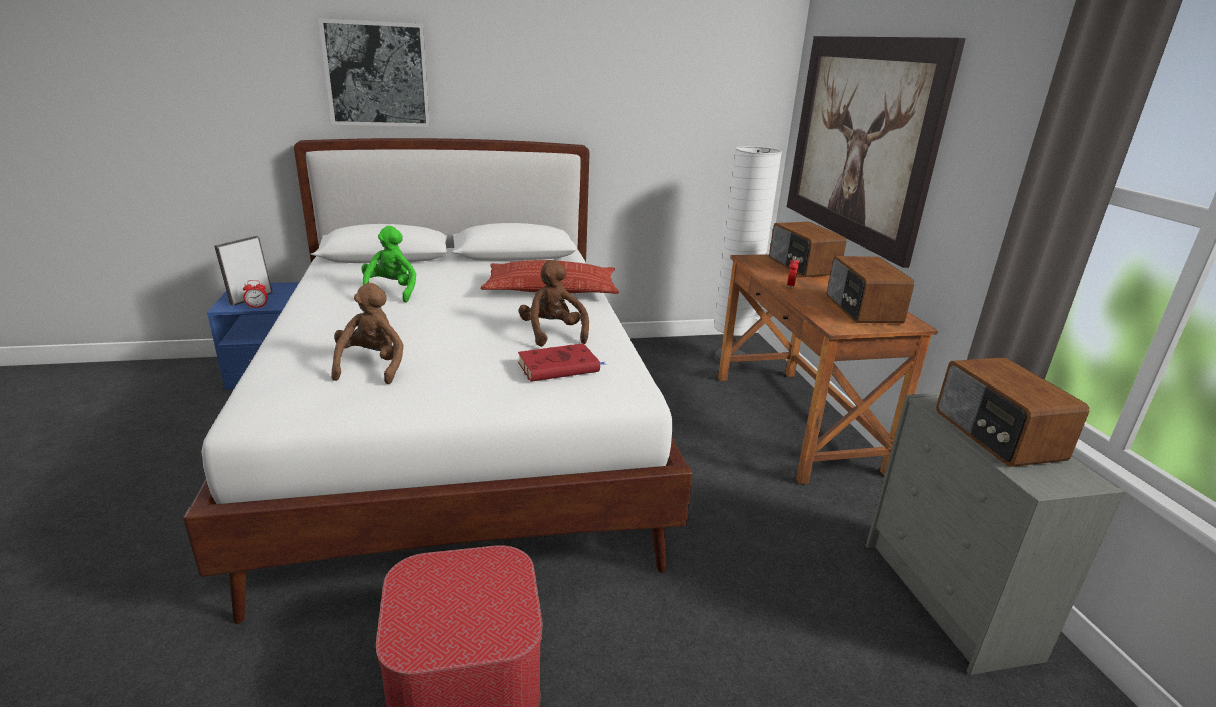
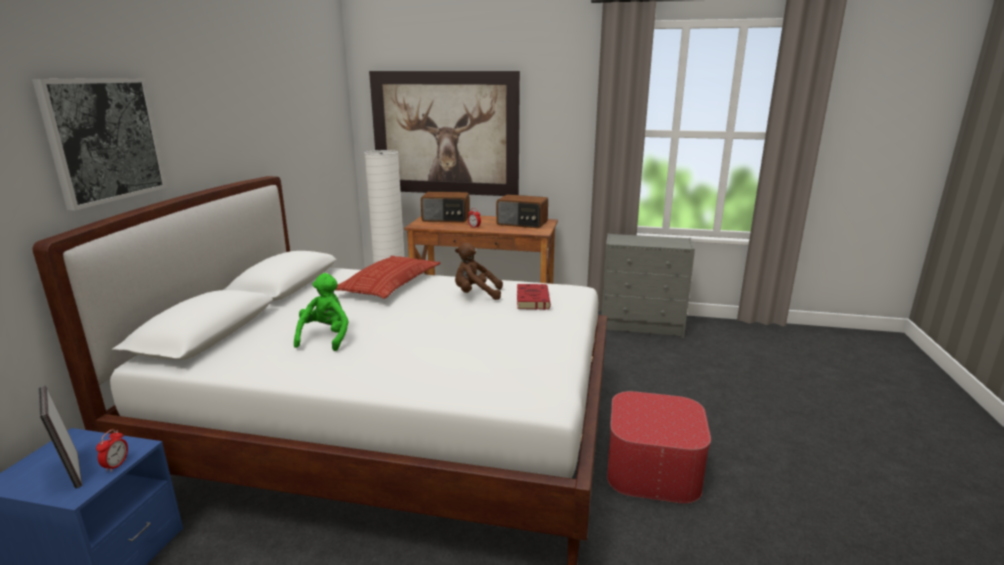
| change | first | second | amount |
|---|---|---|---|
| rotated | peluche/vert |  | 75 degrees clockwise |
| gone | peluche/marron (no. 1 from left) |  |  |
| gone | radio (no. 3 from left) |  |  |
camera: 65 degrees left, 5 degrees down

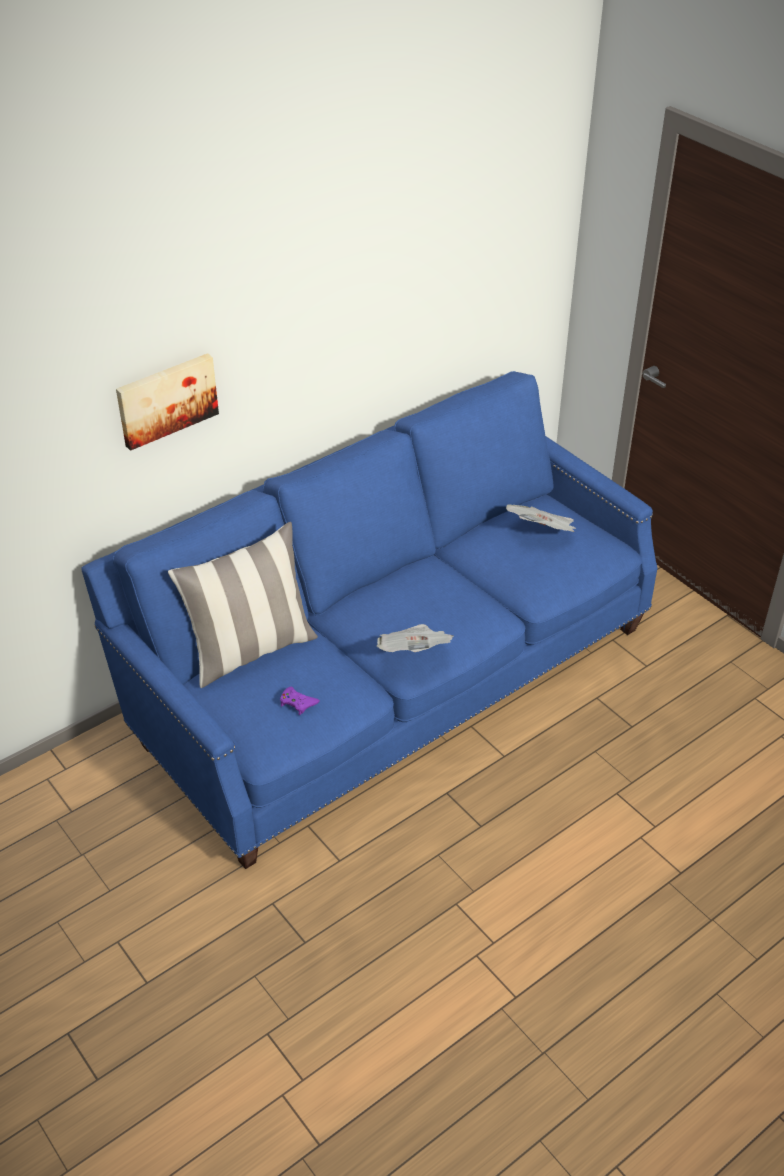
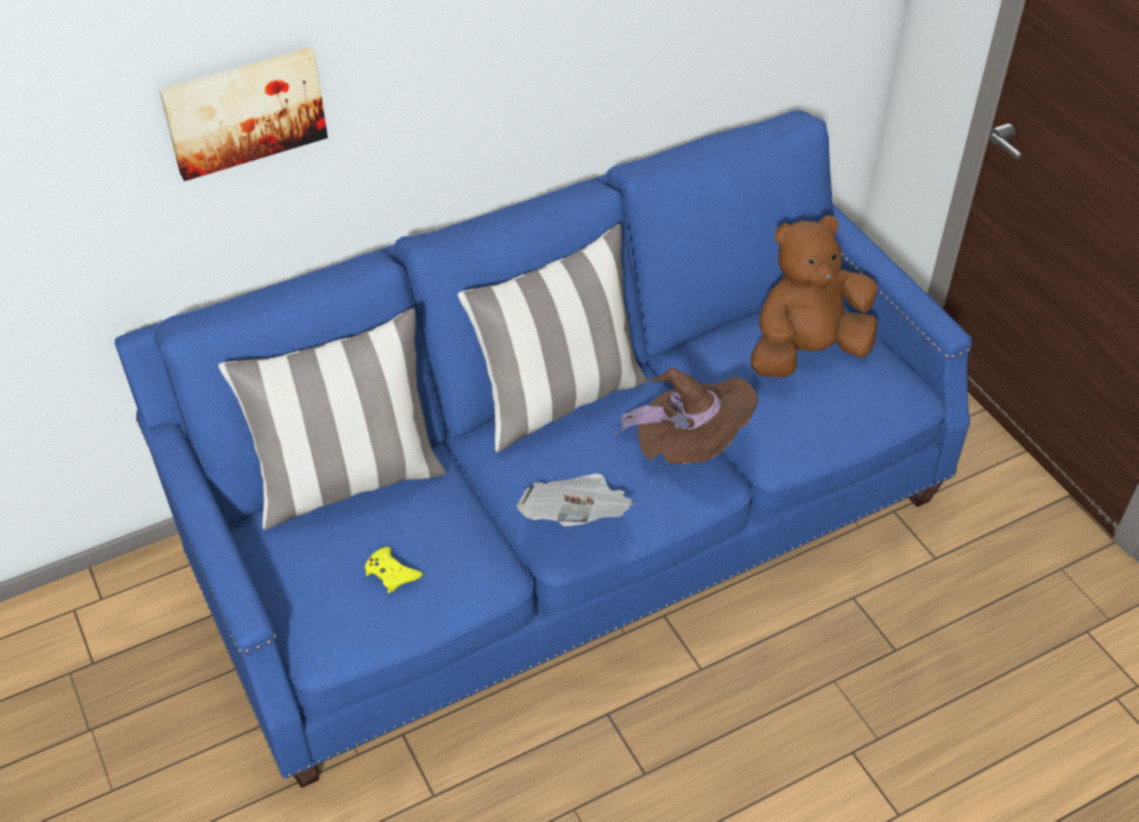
| change | first | second | amount |
|---|---|---|---|
| repainted | manette/violet | manette/jaune |  |
| new |  | coussin (no. 2 from left) |  |
| new |  | chapeau/marron |  |
| swapped | journal (no. 2 from left) | peluche/marron |  |
camera: 10 degrees right, 5 degrees up

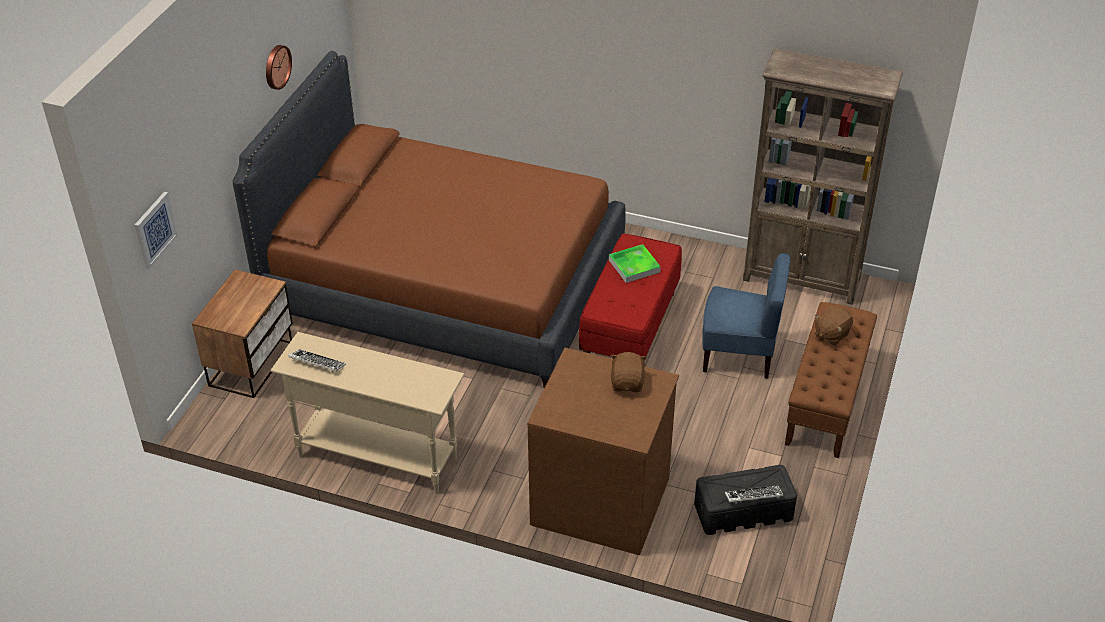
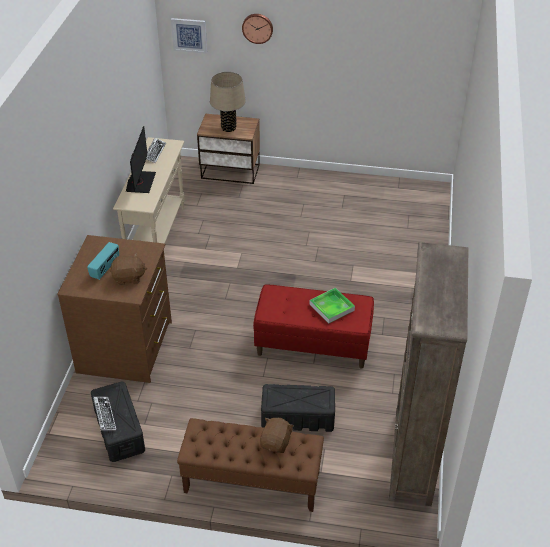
| change | first | second | amount |
|---|---|---|---|
| new |  | radio |  |
| new |  | écran d'ordinateur |  |
| new |  | lampe de table/beige |  |
| shifted | horloge murale |  |  |
| rotated | peluche/marron (no. 2 from left) |  | 75 degrees clockwise |
| swapped | chaise/bleu | boîte de rangement/noir (no. 2 from left) |  |
| gone | lit/marron |  |  |
camera: 80 degrees right, 0 degrees up

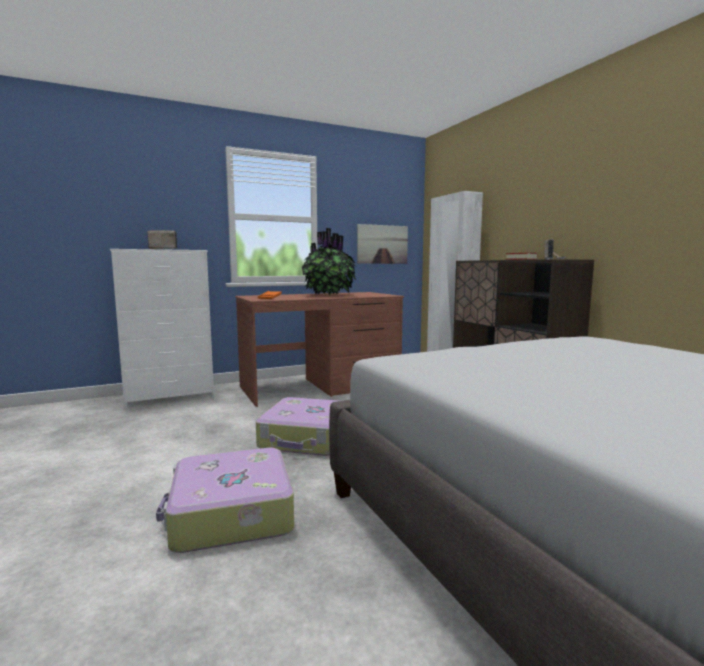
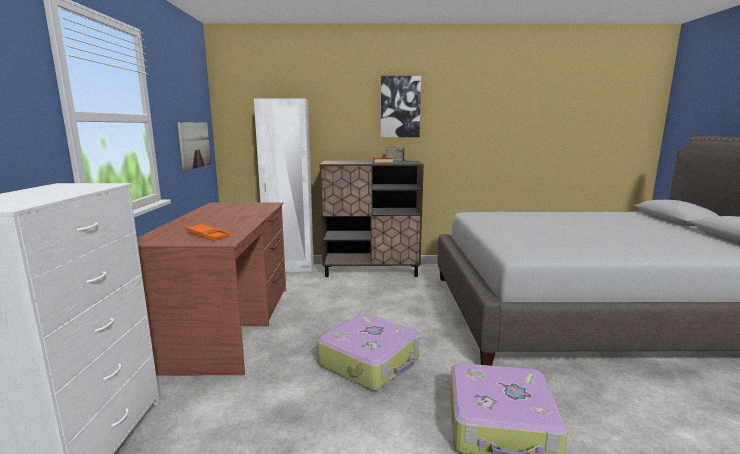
| change | first | second | amount |
|---|---|---|---|
| new |  | tableau (no. 2 from left) |  |
| gone | radio (no. 1 from left) |  |  |
| gone | plante en pot |  |  |
camera: 65 degrees left, 5 degrees up

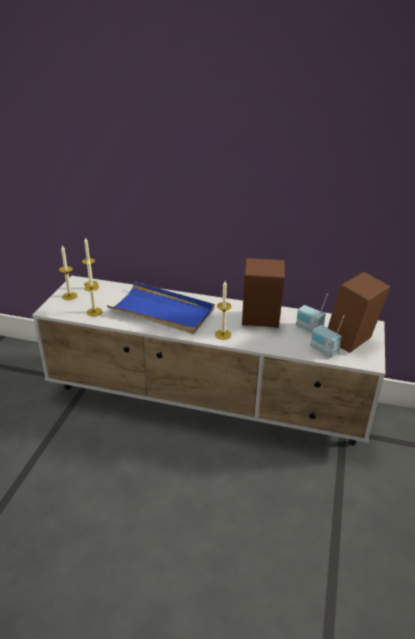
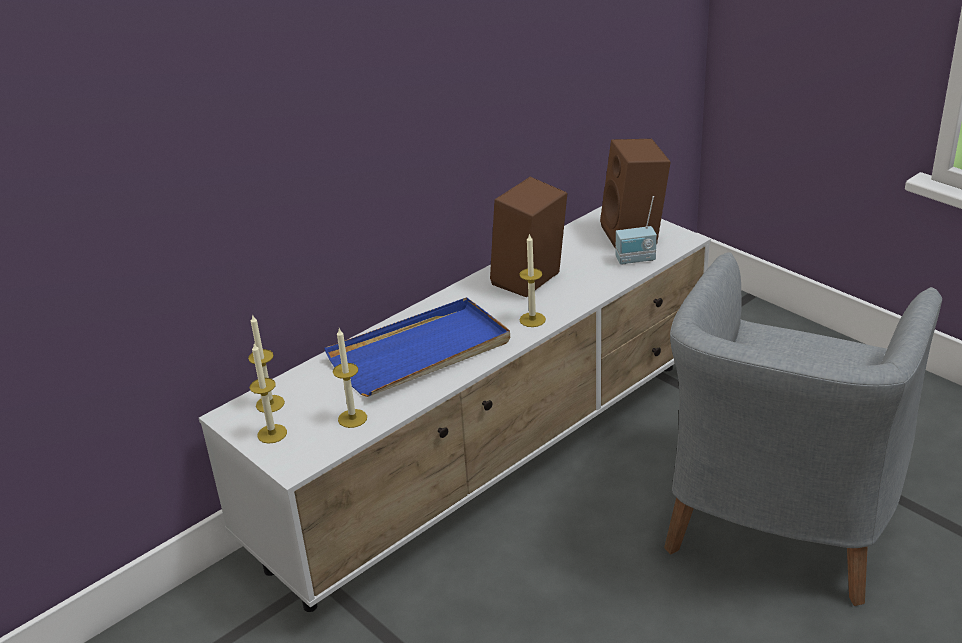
| change | first | second | amount |
|---|---|---|---|
| new |  | fauteuil/gris |  |
| gone | radio (no. 1 from left) |  |  |
camera: 55 degrees left, 0 degrees up

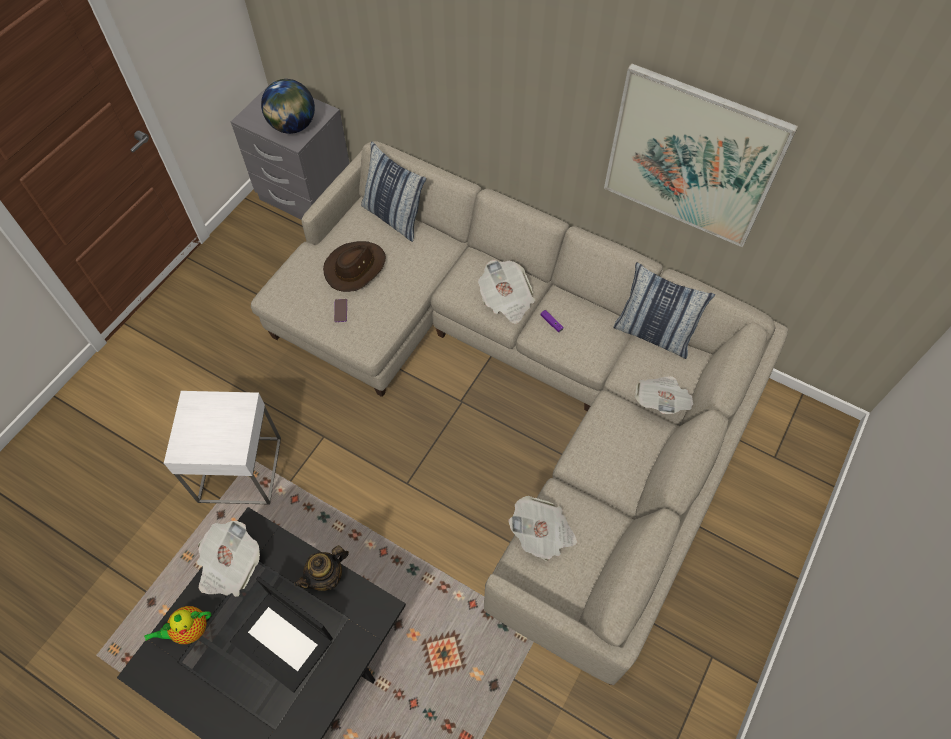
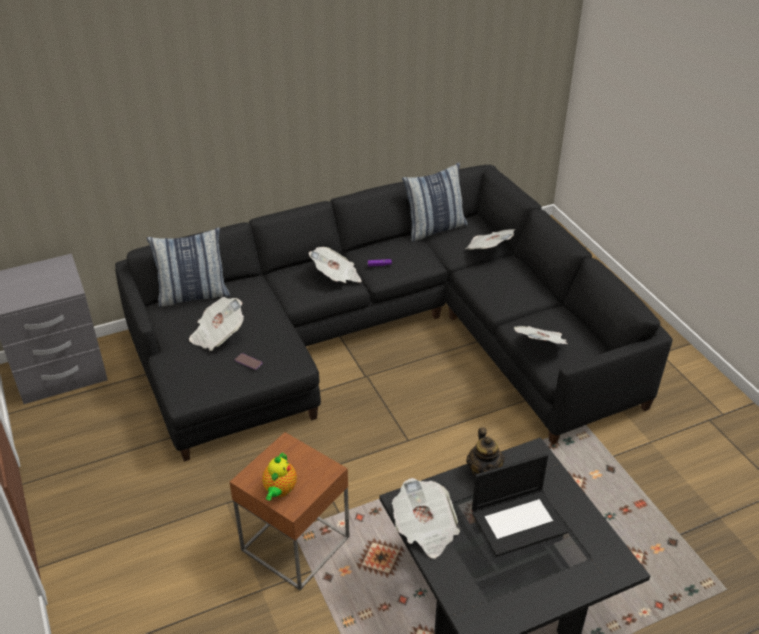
| change | first | second | amount |
|---|---|---|---|
| repainted | canapé/beige | canapé/noir |  |
| swapped | chapeau/marron | journal (no. 1 from left) |  |
| repainted | table d'appoint/blanc | table d'appoint/marron |  |
| shifted | théière (no. 1 from left) |  |  |
| gone | globe |  |  |
| gone | tableau |  |  |
camera: 55 degrees left, 20 degrees down

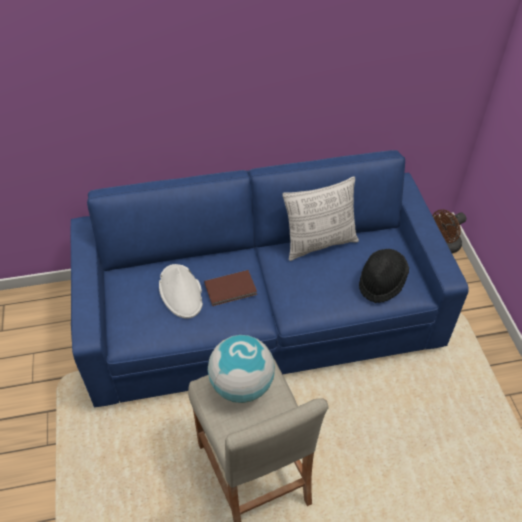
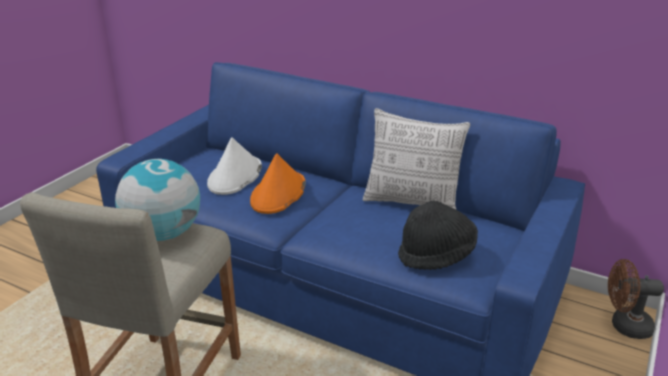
| change | first | second | amount |
|---|---|---|---|
| swapped | livre/marron | chapeau/orange |  |
camera: 40 degrees right, 20 degrees down

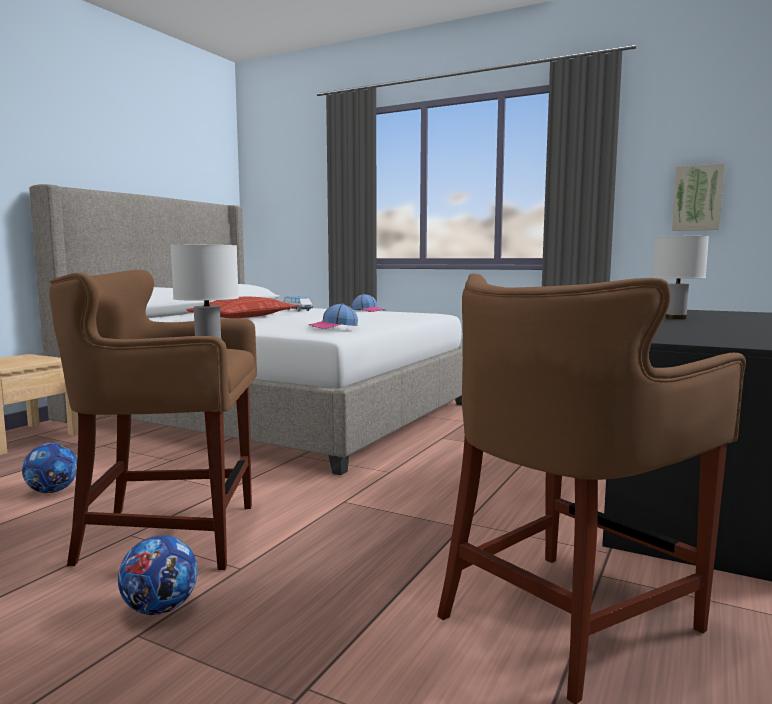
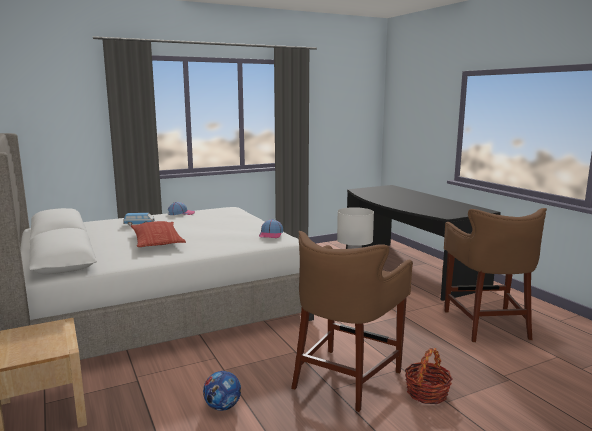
| change | first | second | amount |
|---|---|---|---|
| swapped | ballon de foot (no. 2 from left) | panier |  |
| gone | lampe de table/blanc (no. 2 from left) |  |  |
| gone | tableau |  |  |
camera: 55 degrees left, 5 degrees up

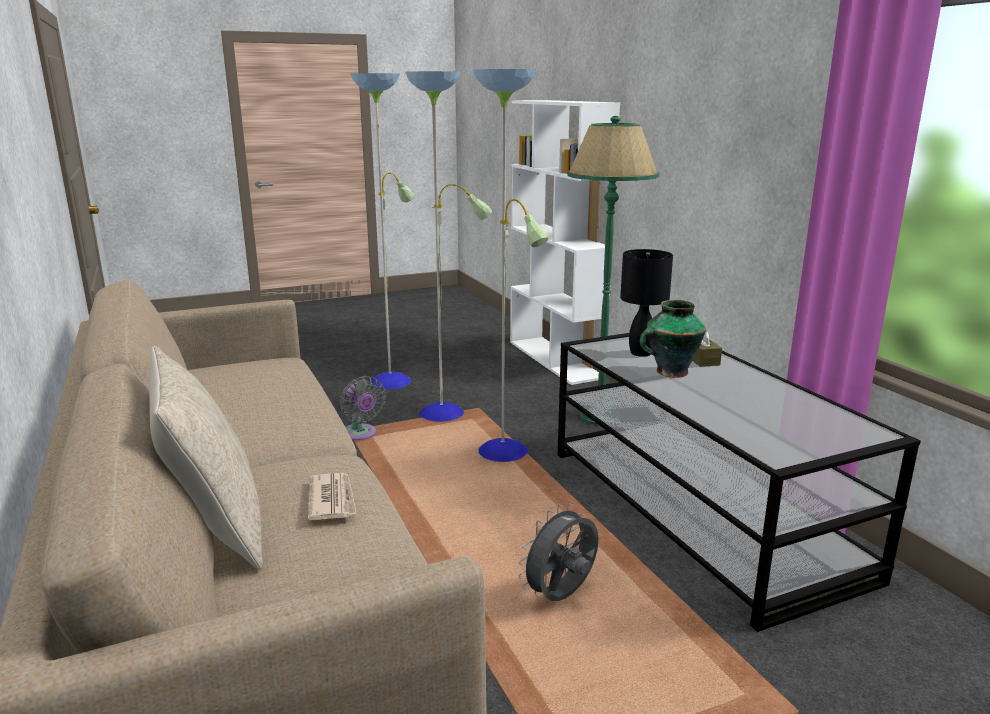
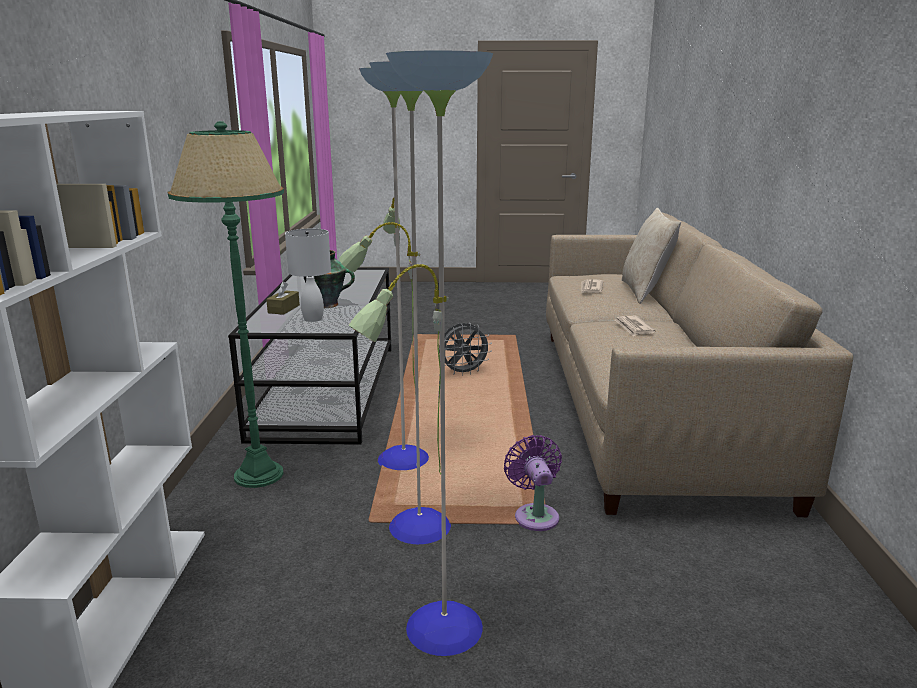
| change | first | second | amount |
|---|---|---|---|
| repainted | lampe de table/noir | lampe de table/blanc |  |
| repainted | ventilateur/gris (no. 1 from left) | ventilateur/violet |  |
| new |  | journal (no. 2 from left) |  |
camera: 155 degrees left, 0 degrees up

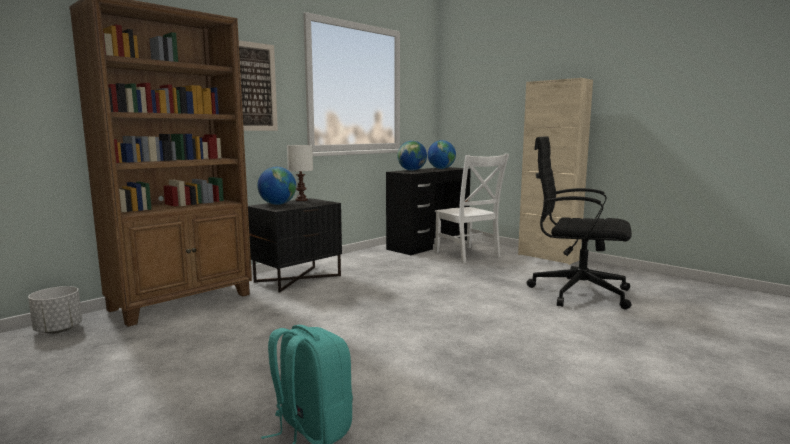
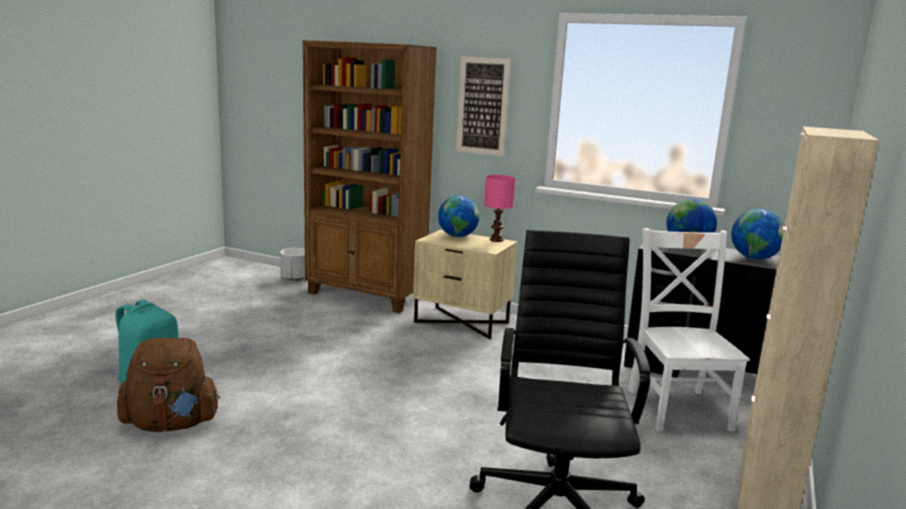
| change | first | second | amount |
|---|---|---|---|
| new |  | sac à dos/marron |  |
| repainted | table de chevet/noir | table de chevet/beige |  |
| repainted | lampe de table/blanc | lampe de table/rose |  |
| rotated | chaise/blanc |  | 135 degrees clockwise |
camera: 70 degrees right, 5 degrees up

